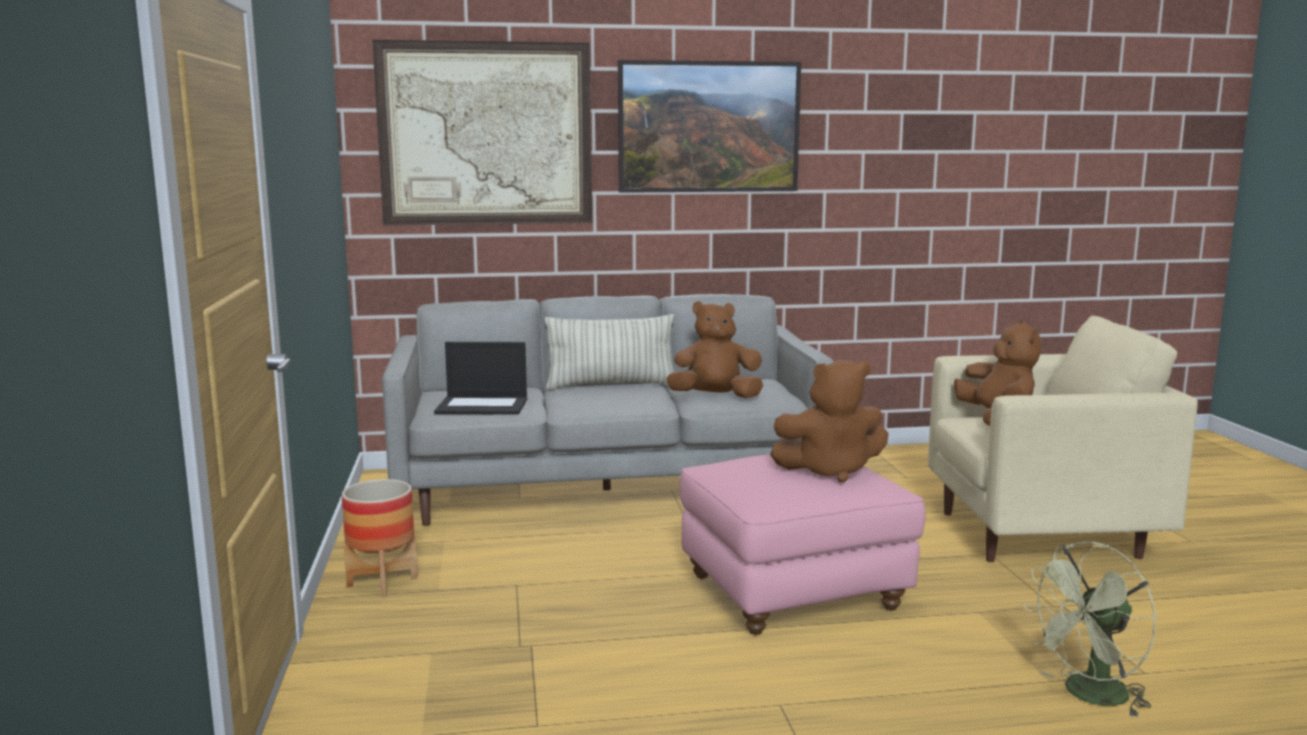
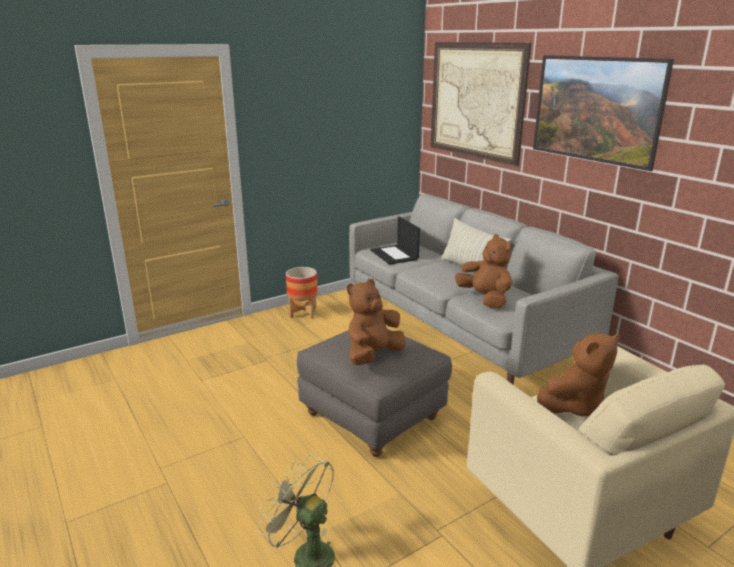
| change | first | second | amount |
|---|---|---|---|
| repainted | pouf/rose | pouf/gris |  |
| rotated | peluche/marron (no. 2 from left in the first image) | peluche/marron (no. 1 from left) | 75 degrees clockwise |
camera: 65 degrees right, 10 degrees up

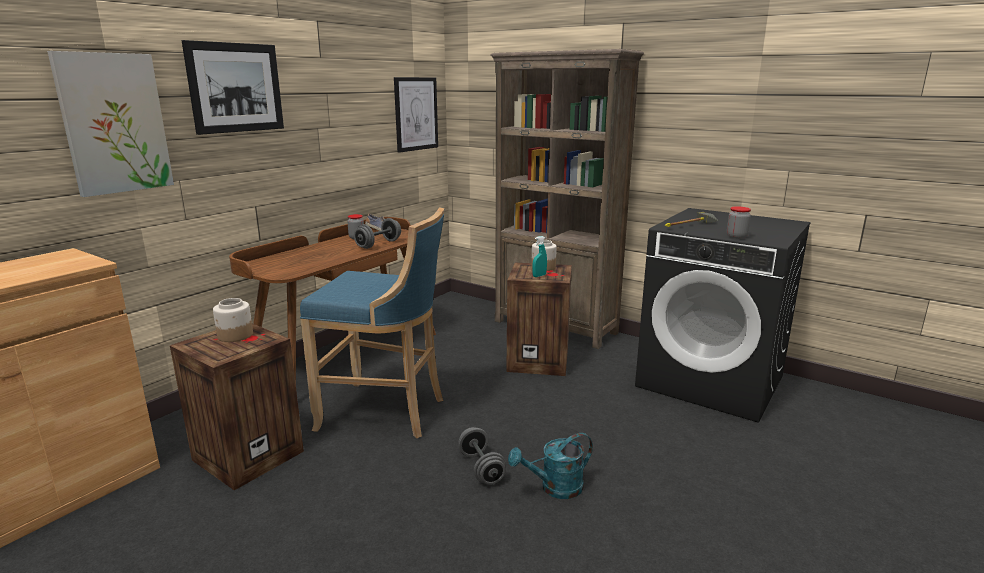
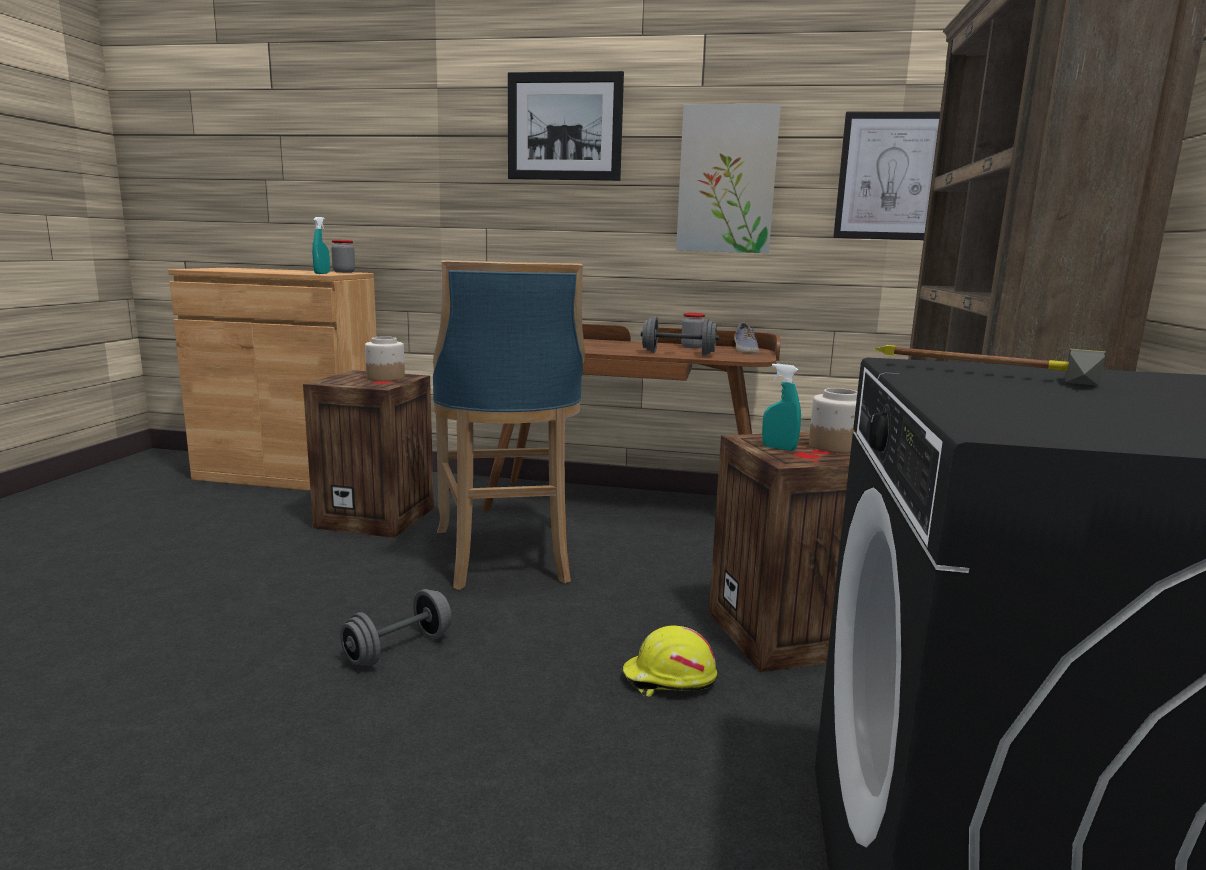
| change | first | second | amount |
|---|---|---|---|
| new |  | vaporisateur/turquoise (no. 1 from left) |  |
| shifted | bocal (no. 4 from left in the first image) | bocal (no. 1 from left) |  |
| new |  | casque de chantier/jaune |  |
| shifted | tableau (no. 1 from left in the first image) | tableau (no. 2 from left) |  |
| gone | arrosoir/turquoise |  |  |
camera: 65 degrees right, 5 degrees down

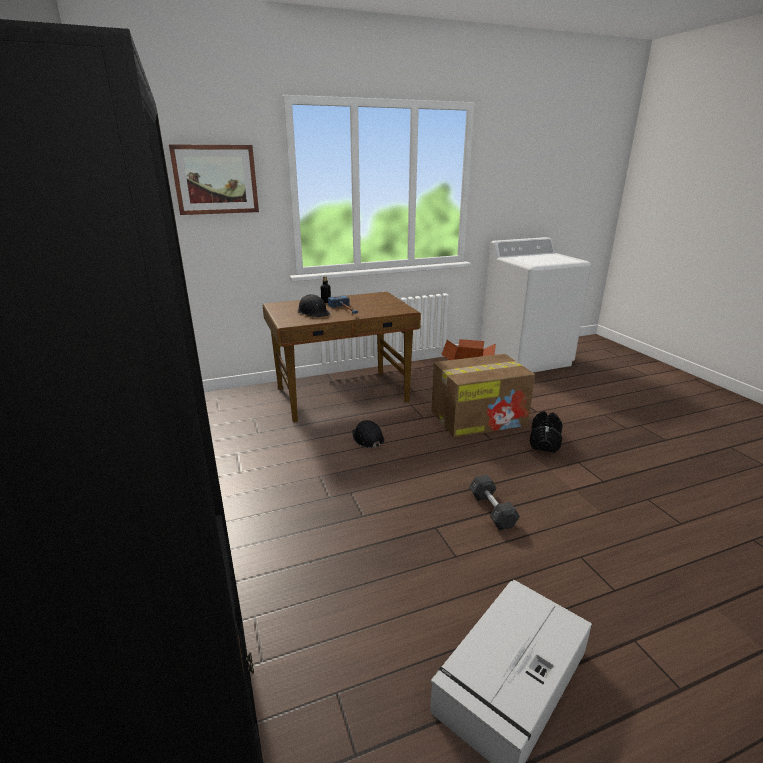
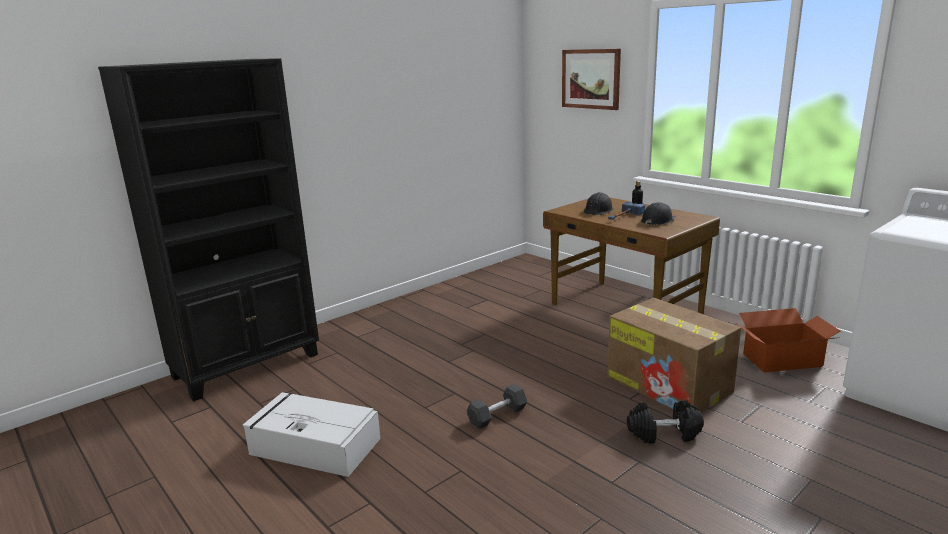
| change | first | second | amount |
|---|---|---|---|
| shifted | casque de chantier/noir (no. 2 from left) |  |  |
camera: 70 degrees right, 5 degrees down

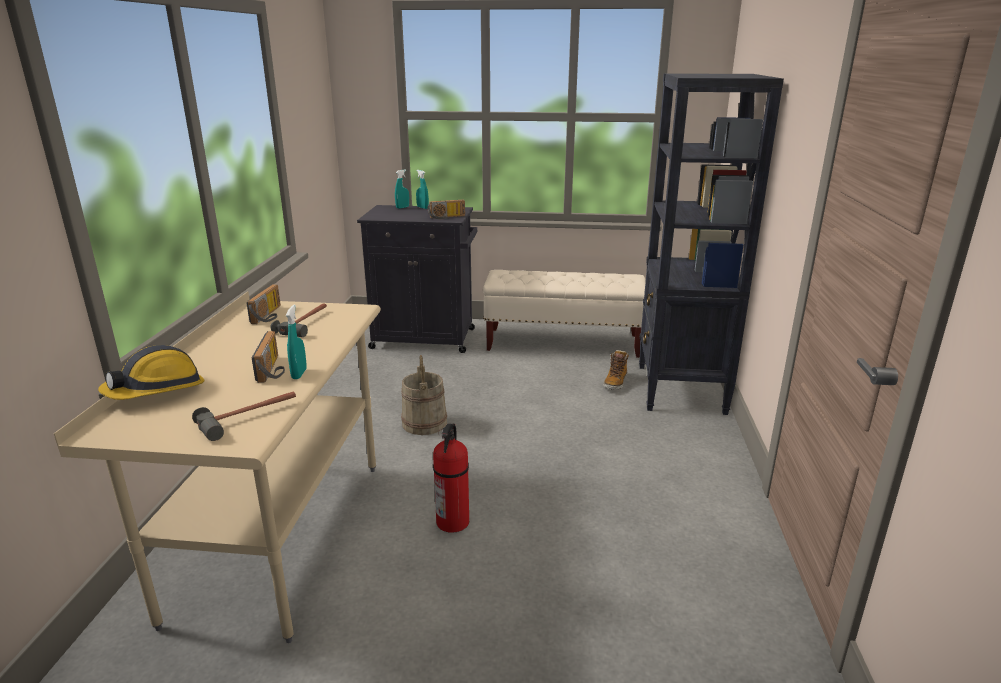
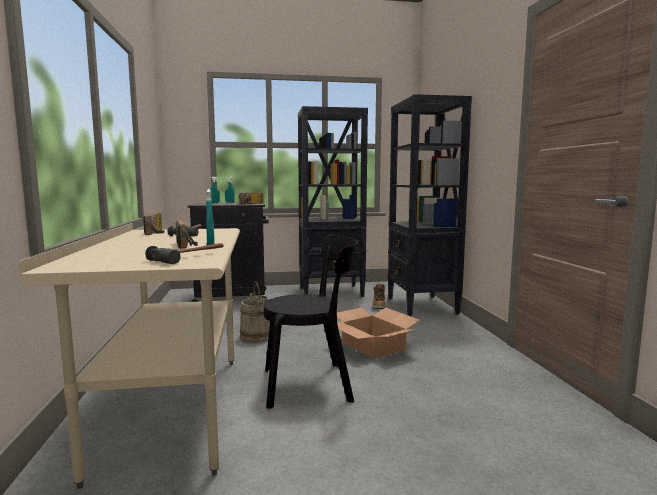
| change | first | second | amount |
|---|---|---|---|
| swapped | extincteur | chaise/noir |  |
| swapped | banc/beige | bibliothèque/noir (no. 1 from left) |  |
| new |  | carton |  |
| gone | casque de chantier |  |  |
camera: 15 degrees left, 15 degrees down

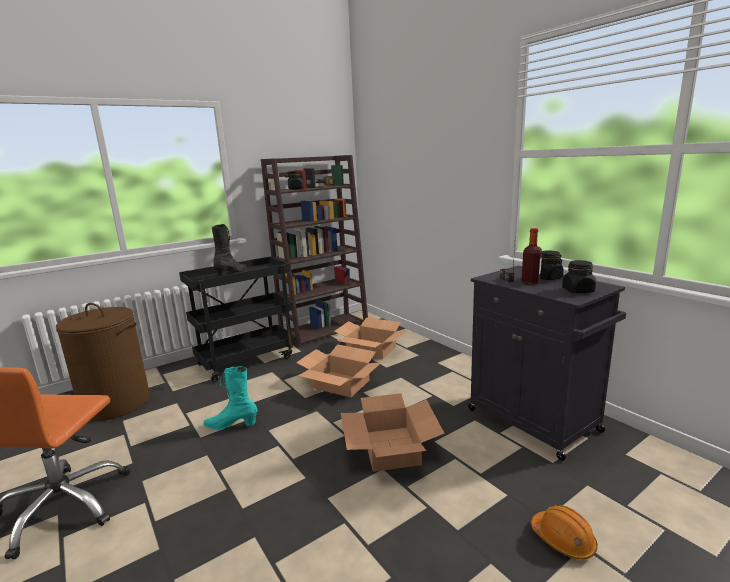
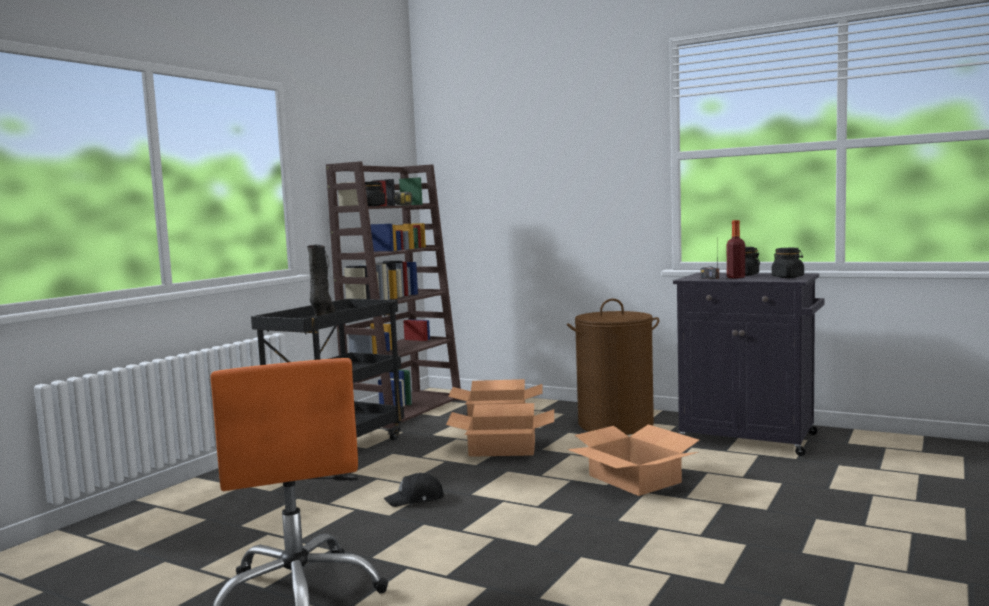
| change | first | second | amount |
|---|---|---|---|
| swapped | botte/turquoise | casquette/noir |  |
| shifted | panier à linge/marron |  |  |
| gone | casque de chantier/orange |  |  |
camera: 25 degrees left, 10 degrees down

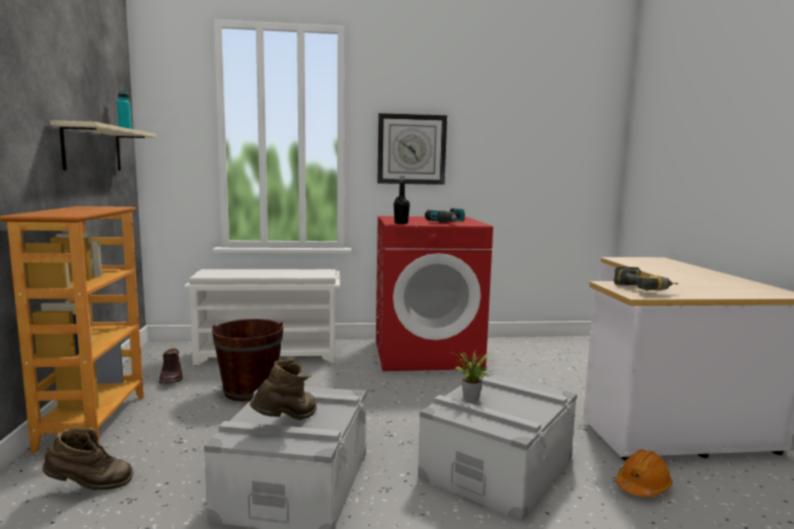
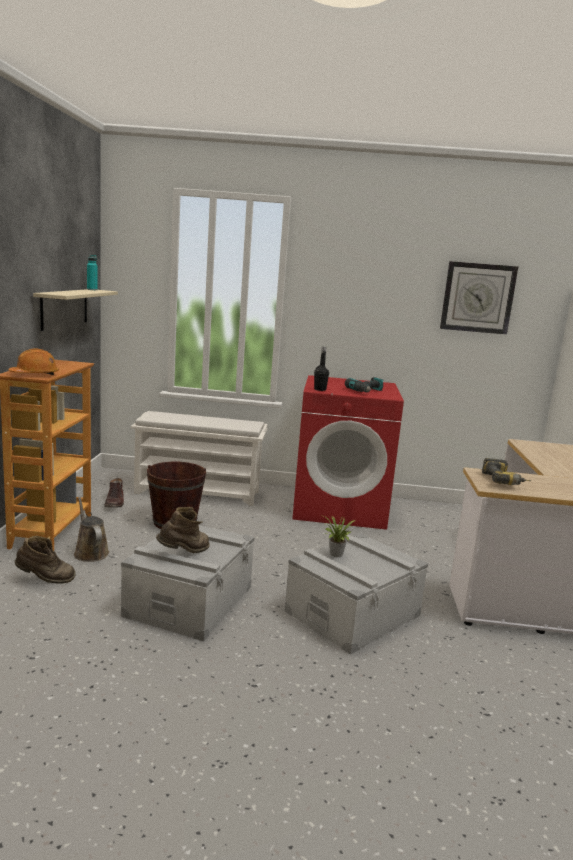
| change | first | second | amount |
|---|---|---|---|
| shifted | casque de chantier/orange |  |  |
| new |  | arrosoir/marron |  |
| shifted | horloge murale |  |  |
camera: 10 degrees right, 5 degrees up

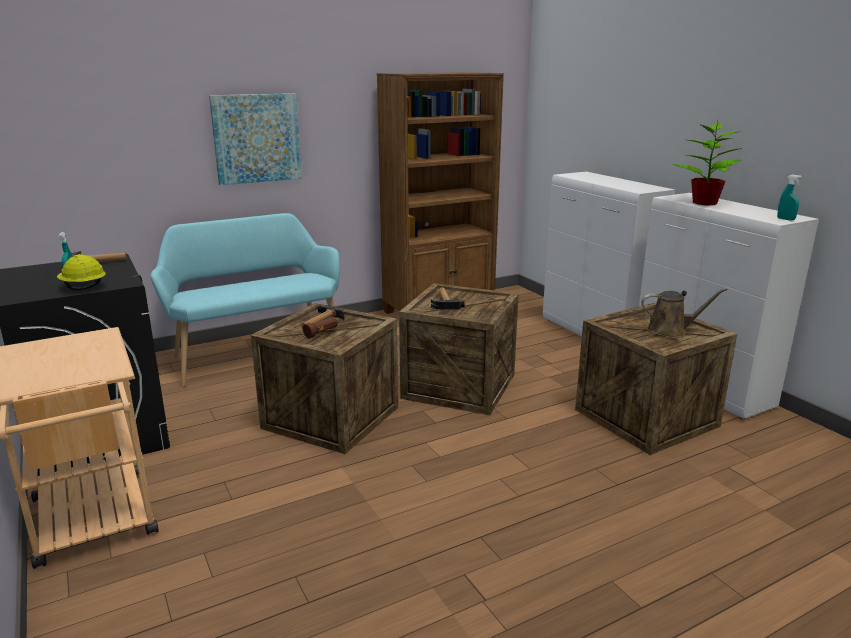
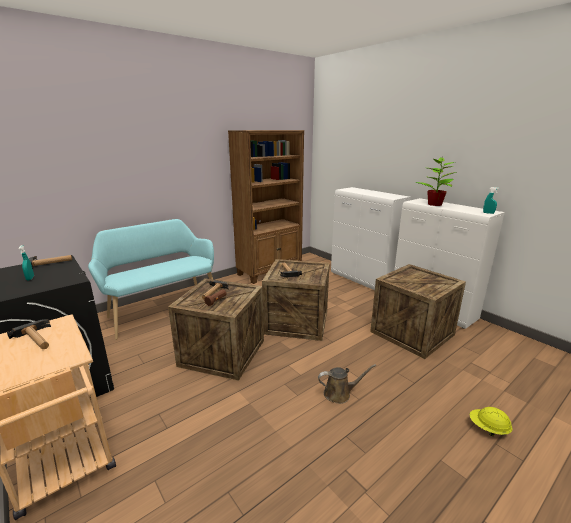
| change | first | second | amount |
|---|---|---|---|
| new |  | marteau (no. 1 from left) |  |
| shifted | arrosoir/marron |  |  |
| shifted | casque de chantier/jaune |  |  |
| gone | tableau |  |  |
camera: 10 degrees left, 0 degrees up

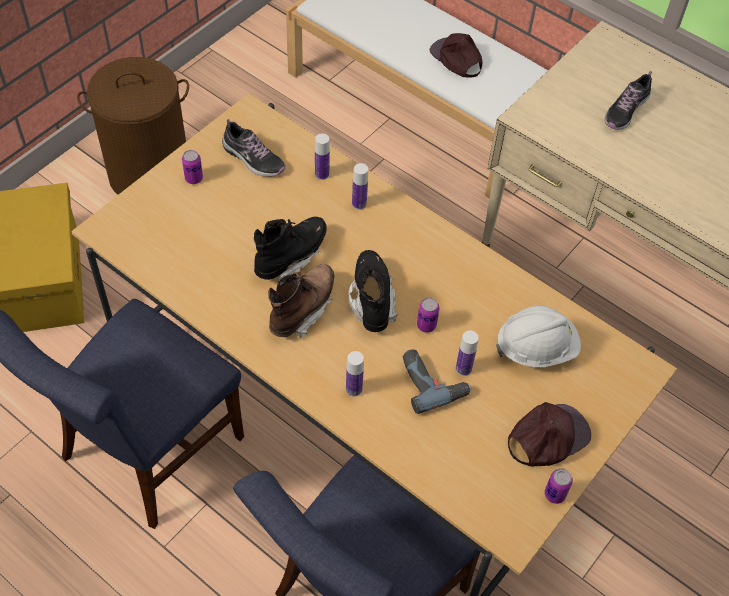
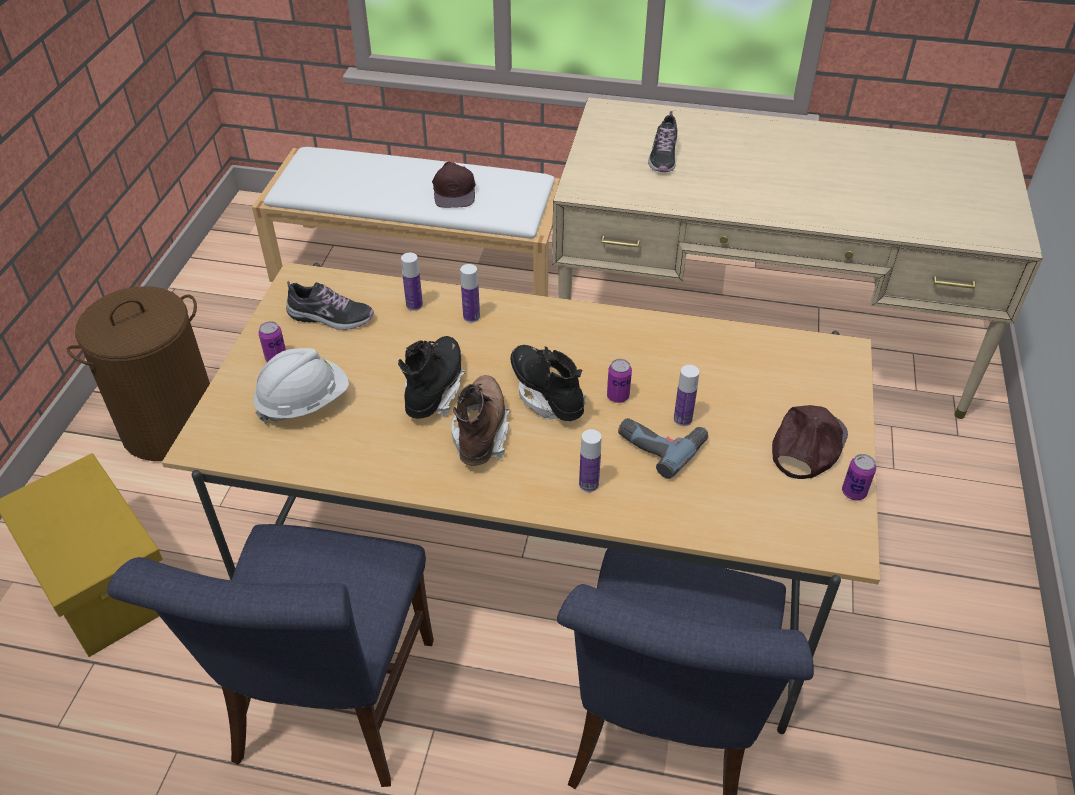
| change | first | second | amount |
|---|---|---|---|
| shifted | casque de chantier/blanc |  |  |
| rotated | casquette/marron (no. 1 from left) |  | 120 degrees counterclockwise |
camera: 25 degrees left, 10 degrees down

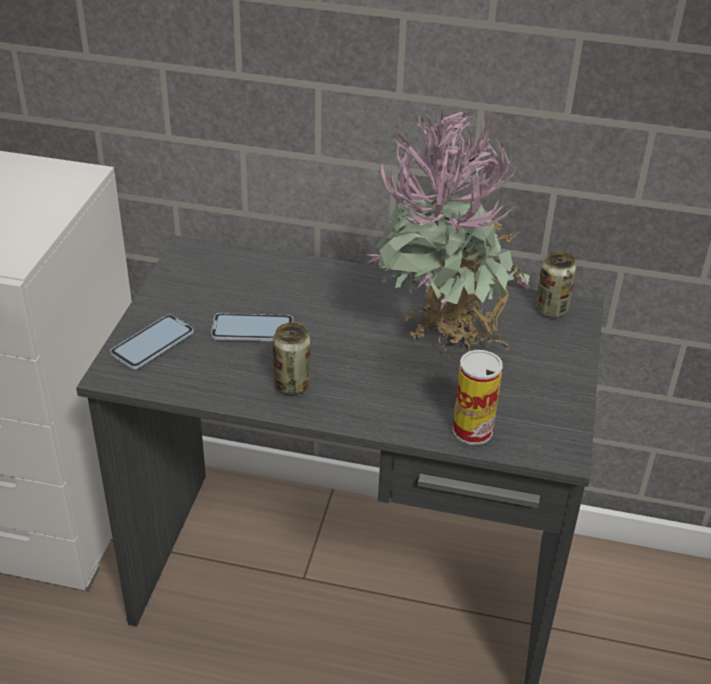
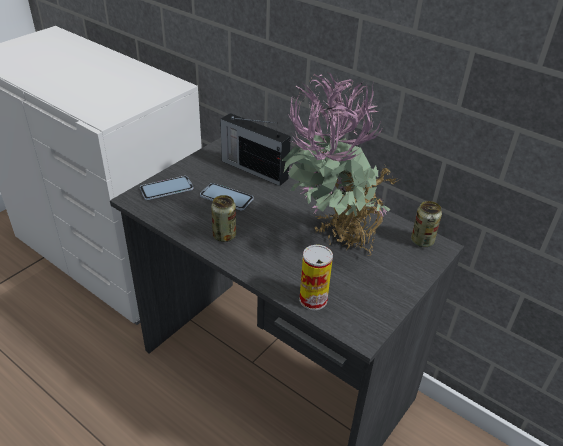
| change | first | second | amount |
|---|---|---|---|
| new |  | radio |  |
camera: 25 degrees right, 0 degrees up

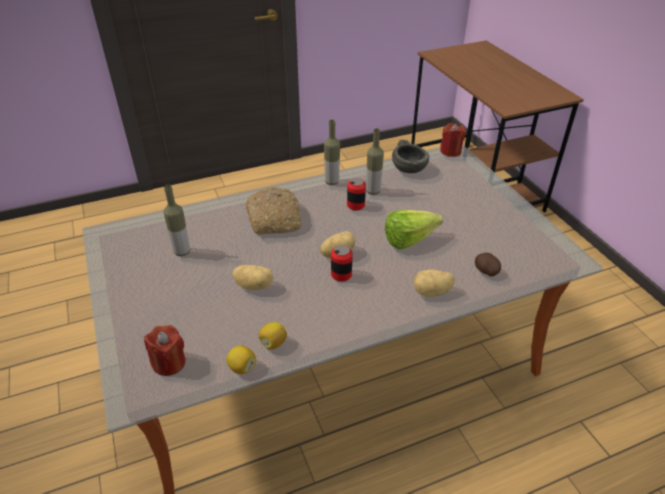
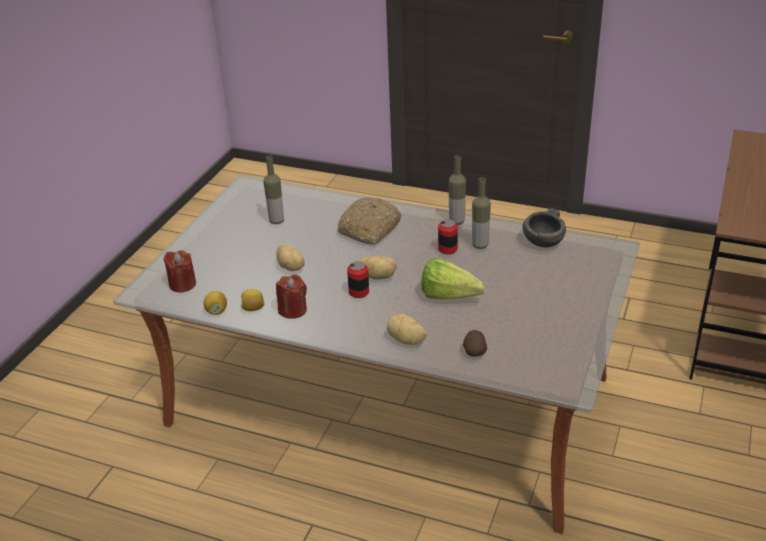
| change | first | second | amount |
|---|---|---|---|
| shifted | bougie/rouge (no. 2 from left) |  |  |
camera: 45 degrees right, 5 degrees down

